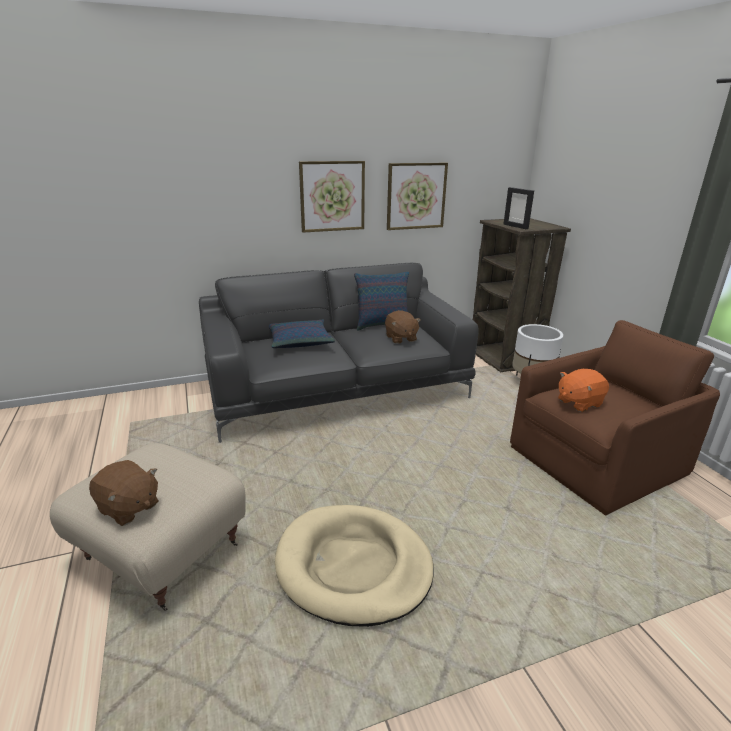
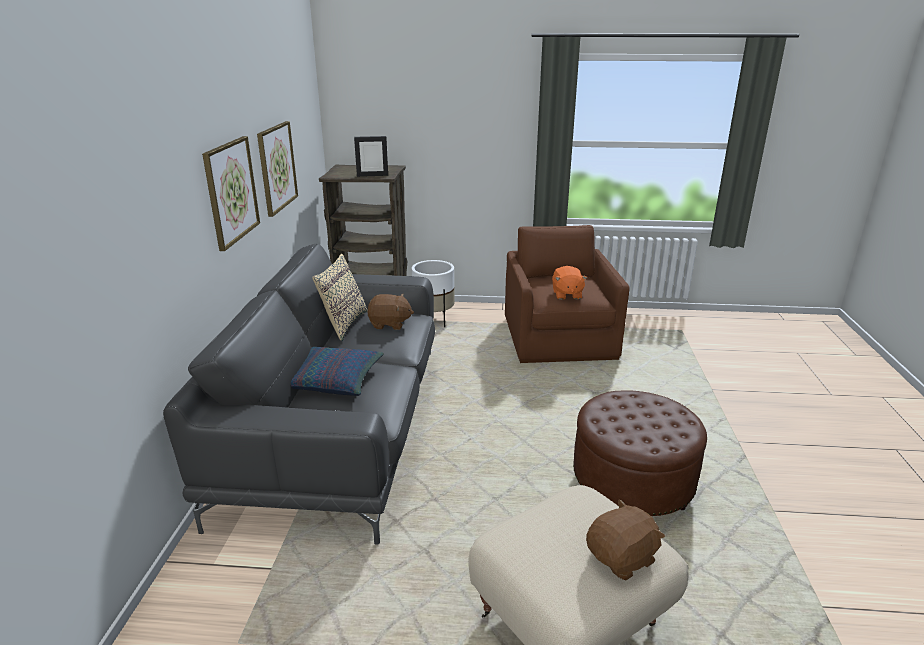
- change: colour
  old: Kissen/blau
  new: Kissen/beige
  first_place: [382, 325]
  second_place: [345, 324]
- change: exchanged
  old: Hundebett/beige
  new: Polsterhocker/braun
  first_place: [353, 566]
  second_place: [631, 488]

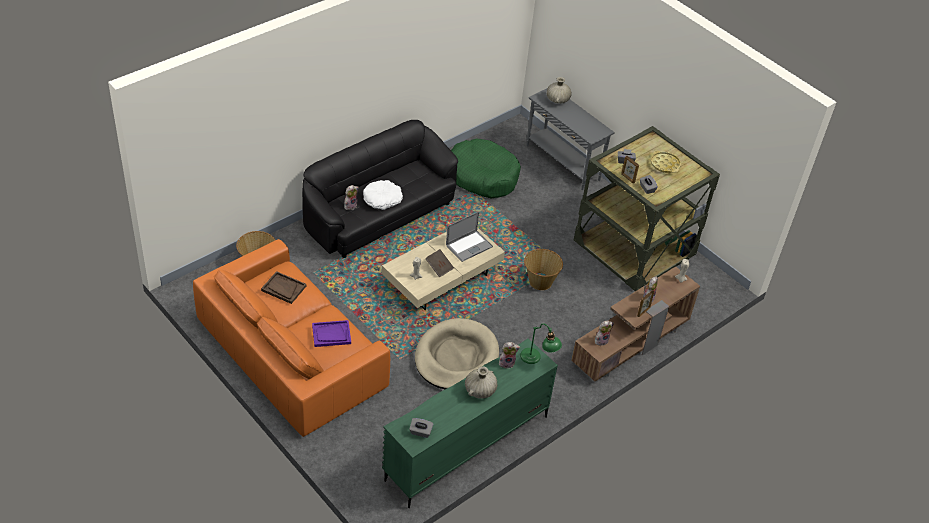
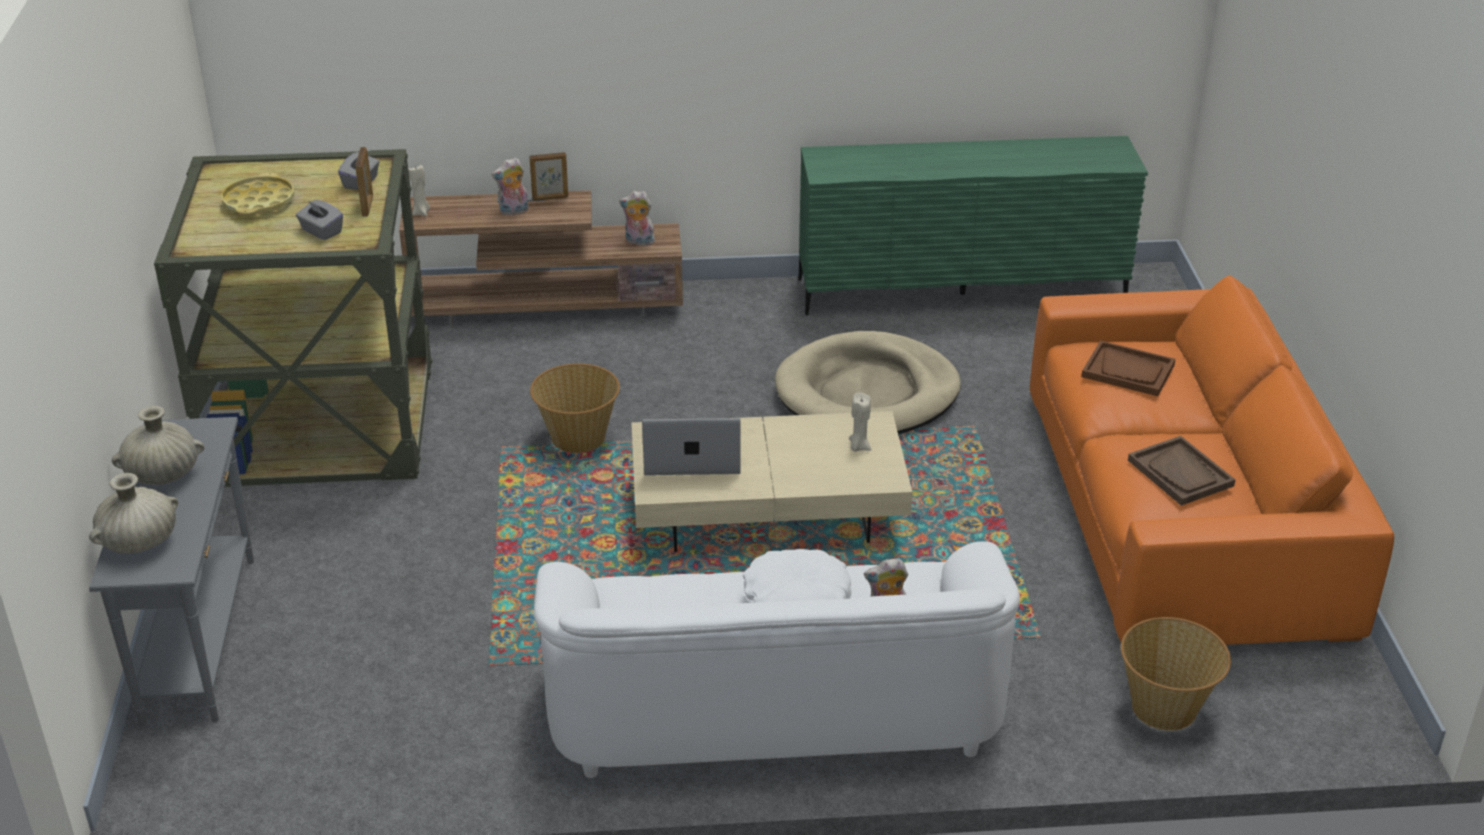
- change: colour
  old: Sofa/schwarz
  new: Sofa/weiß
  first_place: [379, 214]
  second_place: [774, 705]
- change: missing
  old: Hundebett/grün
  first_place: [482, 176]
- change: missing
  old: Buch/braun
  first_place: [439, 267]
- change: colour
  old: Tablett/lila
  new: Tablett/braun
  first_place: [331, 334]
  second_place: [1128, 371]
- change: missing
  old: Tischlampe/grün
  first_place: [538, 359]
- change: missing
  old: Plüschtier
  first_place: [507, 362]
- change: relocated
  old: Vase/beige
  first_place: [480, 390]
  second_place: [163, 474]
- change: missing
  old: Taschentuchbox/grau
  first_place: [420, 432]

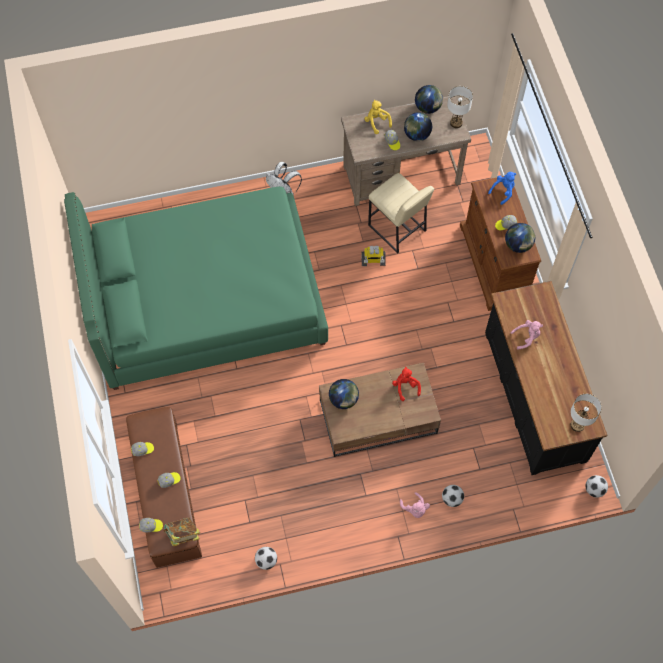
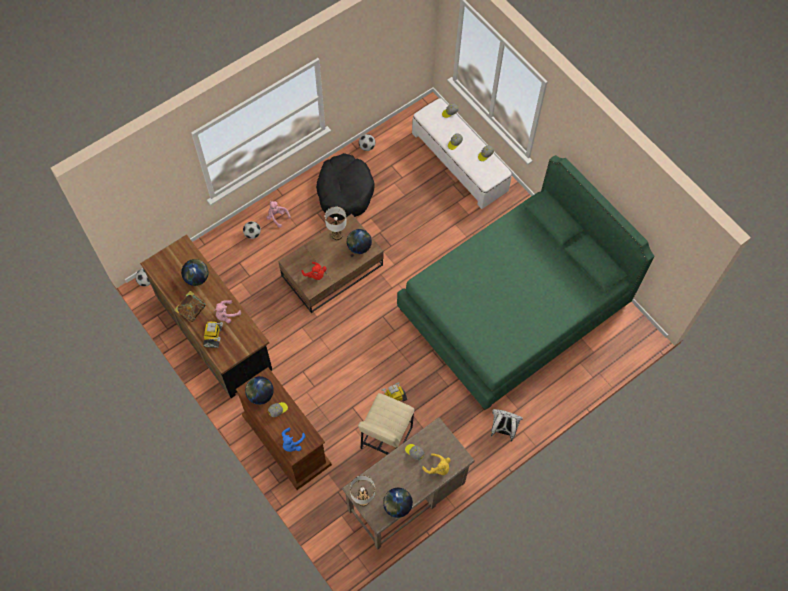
- change: relocated
  old: Globus
  first_place: [416, 135]
  second_place: [197, 278]
- change: spun
  old: Stuhl/beige
  first_place: [397, 228]
  second_place: [386, 438]
  degrees: -90
- change: relocated
  old: Tischlampe
  first_place: [577, 425]
  second_place: [337, 235]
- change: colour
  old: Bank/braun
  new: Bank/weiß
  first_place: [165, 492]
  second_place: [460, 162]
- change: relocated
  old: Buch
  first_place: [182, 535]
  second_place: [192, 310]
- change: appeared
  new: Hundebett/schwarz
  second_place: [345, 192]
- change: appeared
  new: Spielzeugroboter
  second_place: [213, 337]

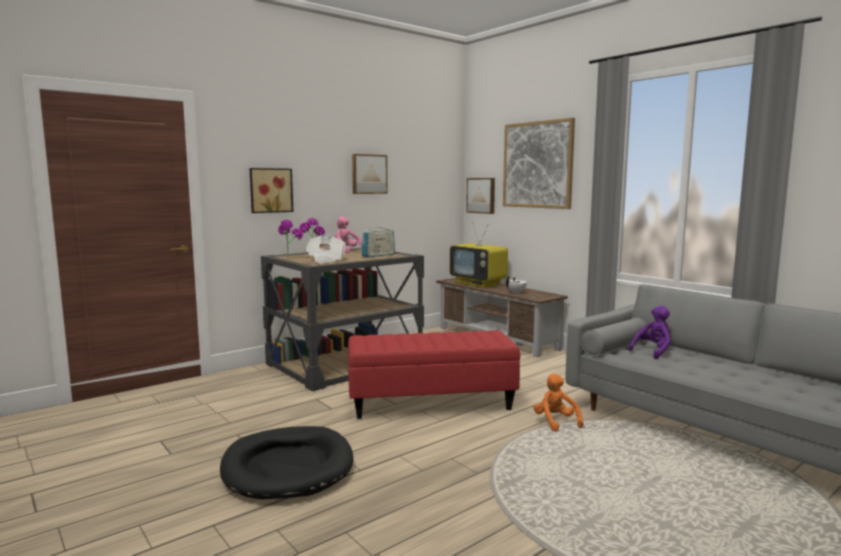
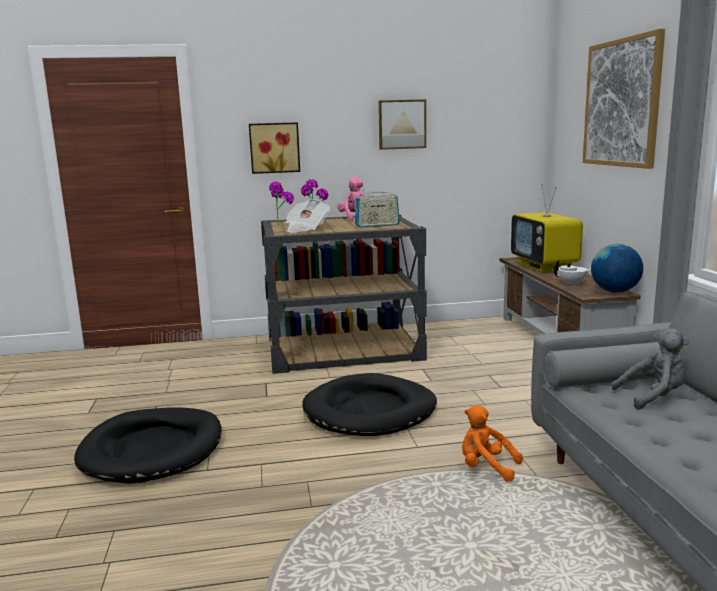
- change: missing
  old: Bild
  first_place: [481, 195]
- change: colour
  old: Plüschtier/lila
  new: Plüschtier/grau
  first_place: [653, 351]
  second_place: [653, 397]
- change: exchanged
  old: Polsterhocker/rot
  new: Hundebett/schwarz
  first_place: [430, 403]
  second_place: [370, 411]
- change: spun
  old: Plüschtier/orange
  first_place: [555, 422]
  second_place: [486, 468]
  degrees: -75
- change: appeared
  new: Globus
  second_place: [614, 291]

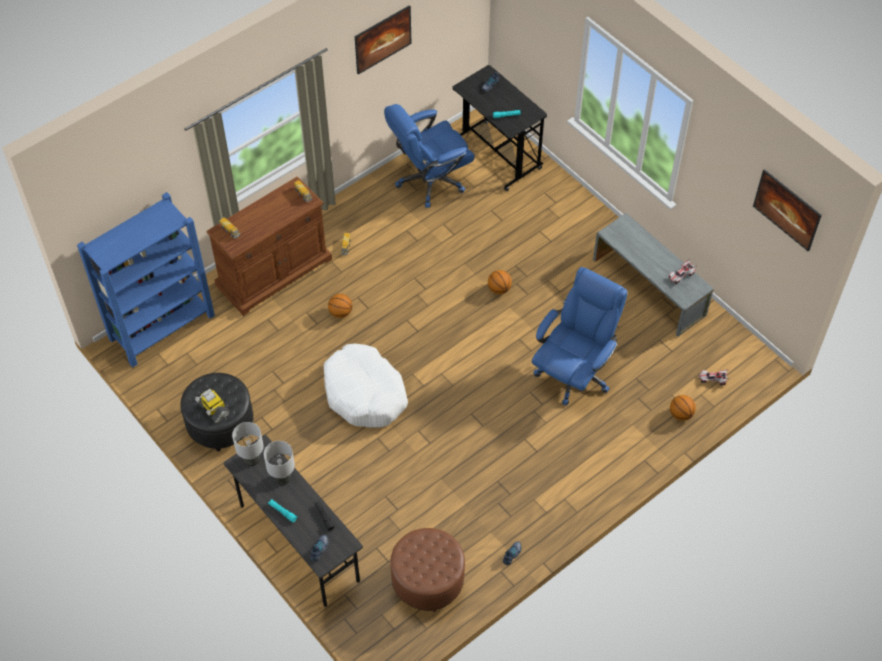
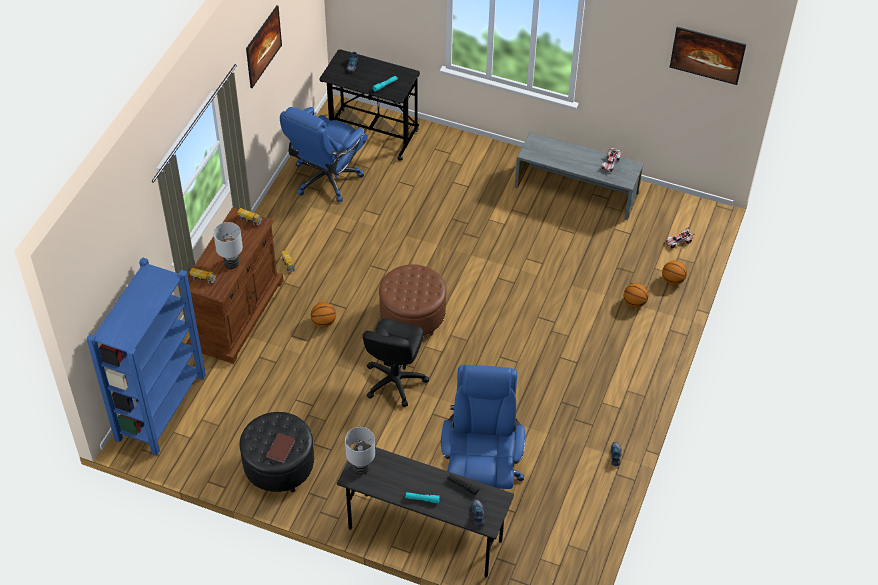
- change: relocated
  old: Bürostuhl/blau
  first_place: [573, 373]
  second_place: [481, 475]
- change: relocated
  old: Basketball
  first_place: [499, 289]
  second_place: [634, 303]
- change: exchanged
  old: Hundebett/weiß
  new: Bürostuhl/schwarz
  first_place: [365, 393]
  second_place: [394, 381]
- change: exchanged
  old: Spielzeugroboter
  new: Buch/braun
  first_place: [214, 410]
  second_place: [281, 448]
- change: relocated
  old: Tischlampe/grau
  first_place: [282, 477]
  second_place: [231, 263]
- change: relocated
  old: Polsterhocker/braun
  first_place: [428, 581]
  second_place: [412, 317]

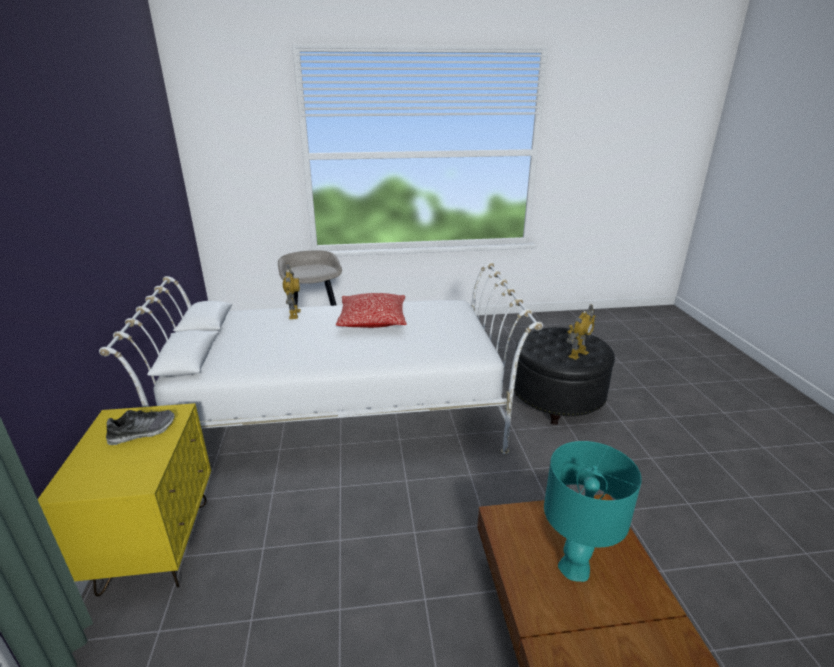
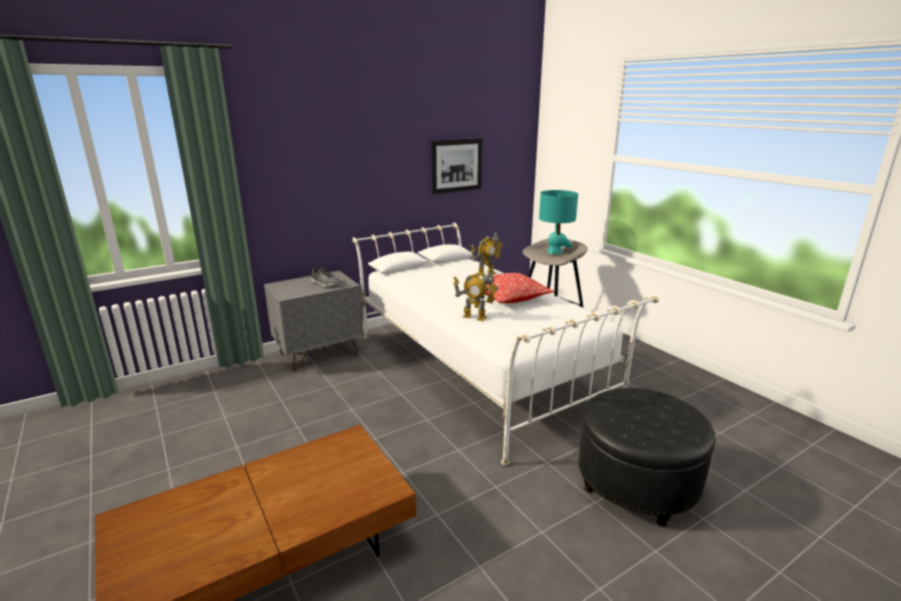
- change: relocated
  old: Spielzeugroboter
  first_place: [577, 354]
  second_place: [474, 317]
- change: colour
  old: Nachttisch/gelb
  new: Nachttisch/grau
  first_place: [157, 545]
  second_place: [319, 354]
- change: relocated
  old: Tischlampe/türkis
  first_place: [575, 567]
  second_place: [554, 252]
- change: appeared
  new: Bild
  second_place: [456, 165]

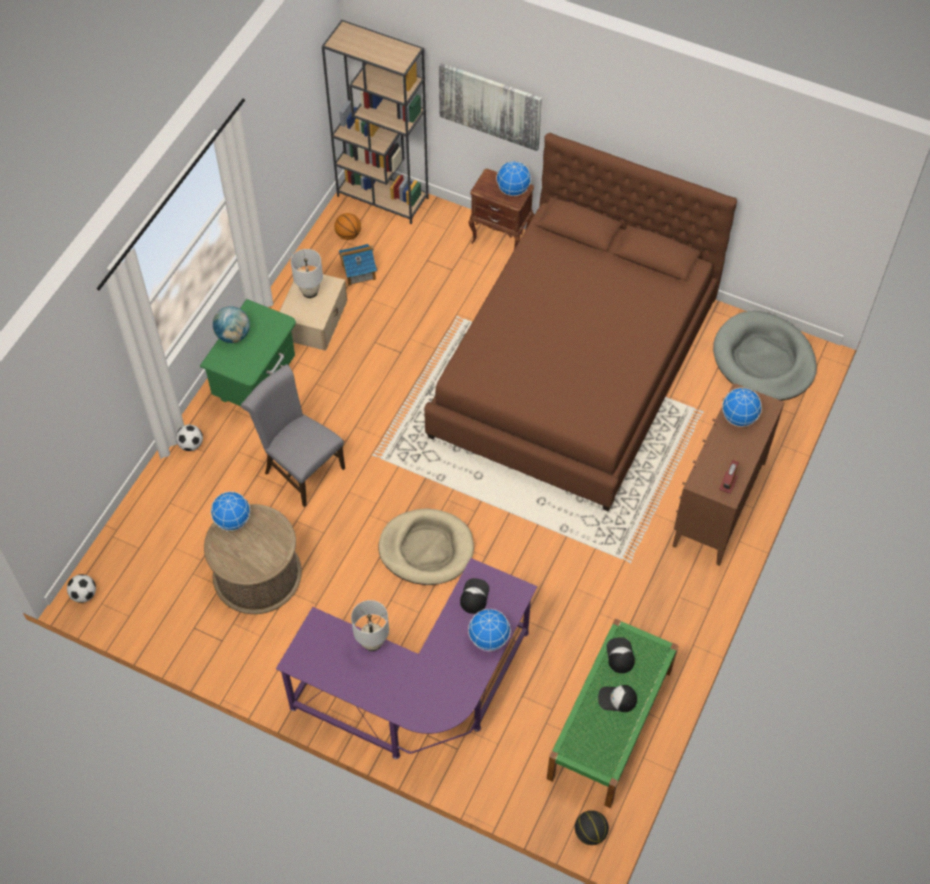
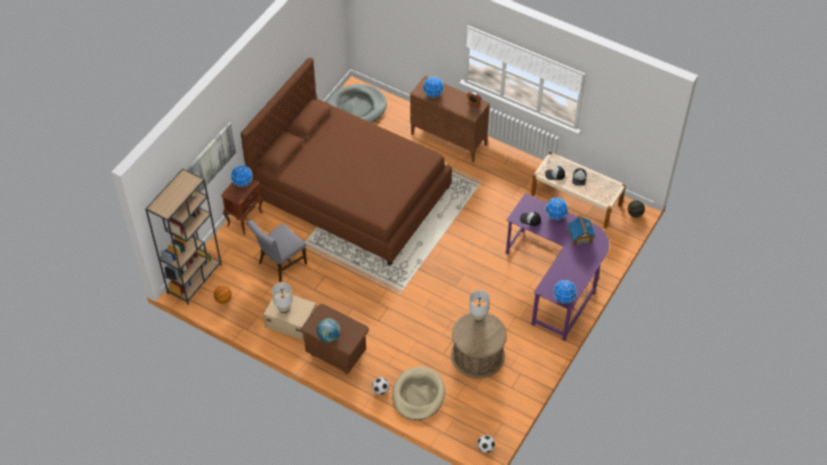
- change: relocated
  old: Spielzeughaus
  first_place: [358, 271]
  second_place: [580, 237]
- change: colour
  old: Nachttisch/grün
  new: Nachttisch/braun
  first_place: [258, 382]
  second_place: [337, 353]
- change: relocated
  old: Stuhl/grau
  first_place: [300, 468]
  second_place: [280, 265]
- change: relocated
  old: Globus
  first_place: [233, 520]
  second_place: [563, 298]
- change: relocated
  old: Hundebett/beige
  first_place: [426, 549]
  second_place: [418, 395]
- change: relocated
  old: Tischlampe/weiß
  first_place: [372, 643]
  second_place: [478, 317]
- change: colour
  old: Bank/grün
  new: Bank/beige
  first_place: [611, 724]
  second_place: [576, 199]

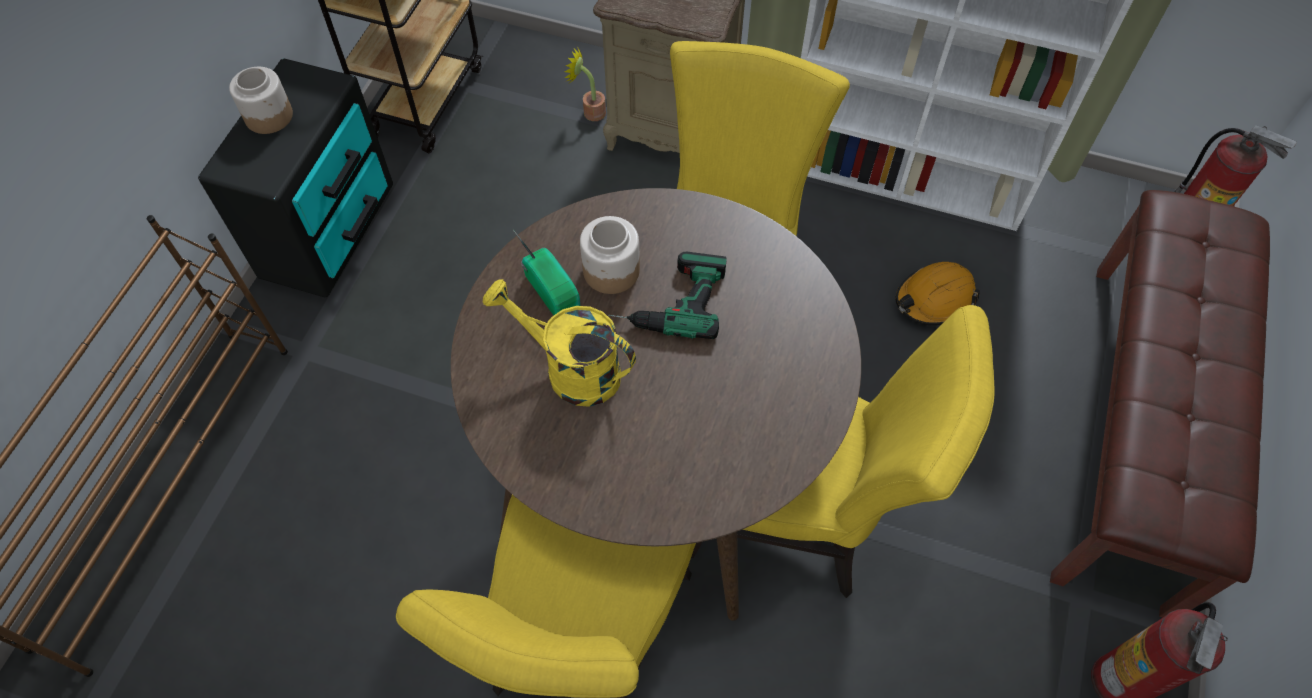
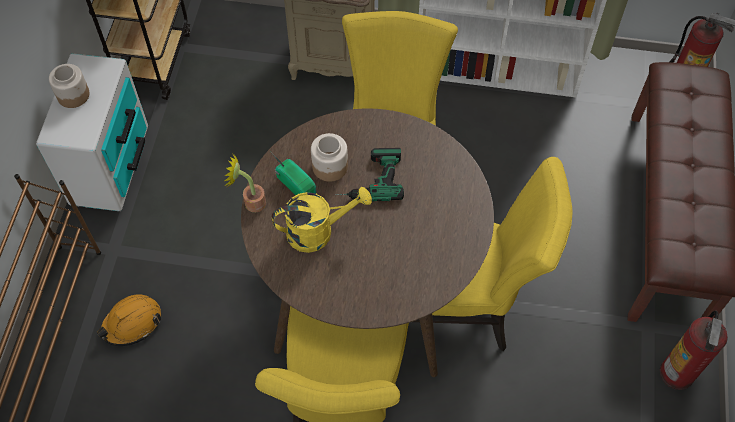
- change: relocated
  old: Topfpflanze
  first_place: [590, 111]
  second_place: [250, 202]
- change: colour
  old: Nachttisch/schwarz
  new: Nachttisch/weiß
  first_place: [333, 237]
  second_place: [113, 168]
- change: relocated
  old: Schutzhelm/orange
  first_place: [934, 299]
  second_place: [132, 323]
- change: spun
  old: Gießkanne/gelb
  first_place: [571, 369]
  second_place: [318, 231]
  degrees: 150

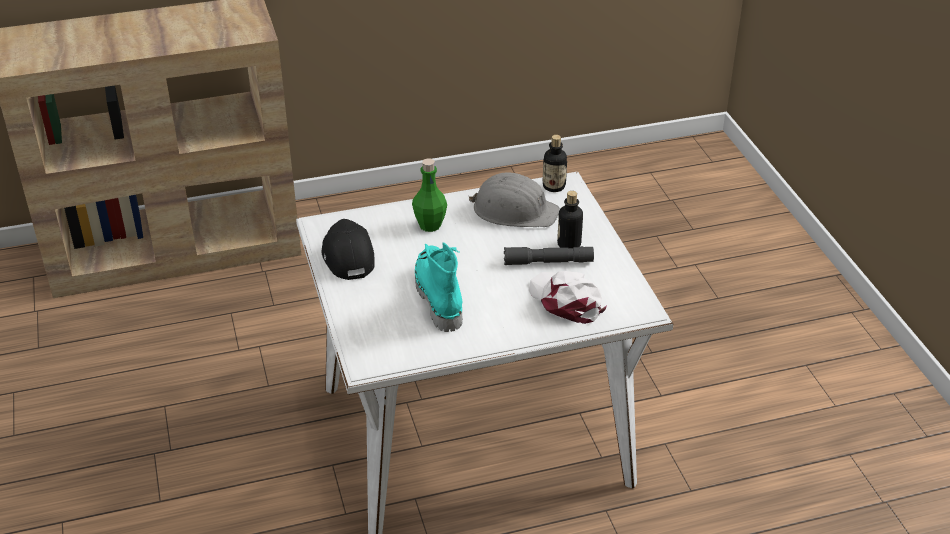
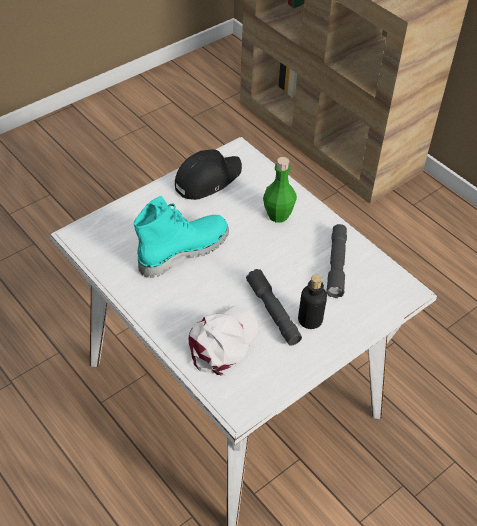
- change: missing
  old: Flasche
  first_place: [554, 186]
- change: exchanged
  old: Schutzhelm/grau
  new: Taschenlampe/grau
  first_place: [514, 211]
  second_place: [336, 265]

